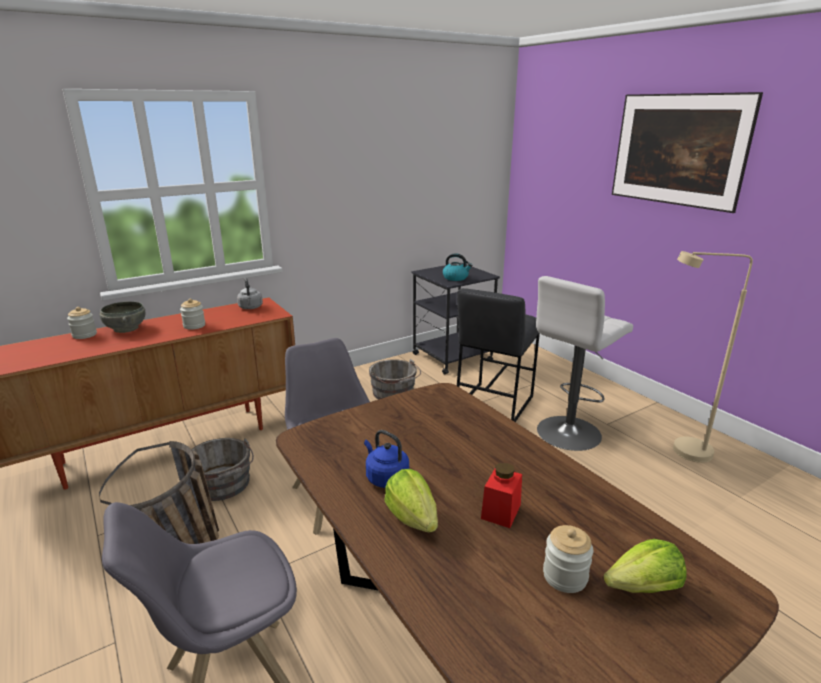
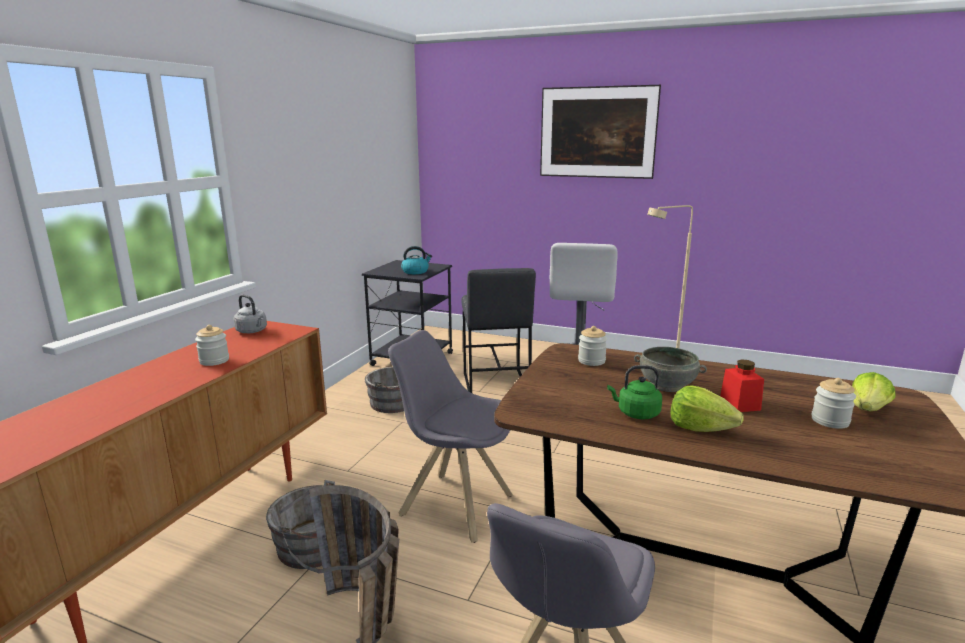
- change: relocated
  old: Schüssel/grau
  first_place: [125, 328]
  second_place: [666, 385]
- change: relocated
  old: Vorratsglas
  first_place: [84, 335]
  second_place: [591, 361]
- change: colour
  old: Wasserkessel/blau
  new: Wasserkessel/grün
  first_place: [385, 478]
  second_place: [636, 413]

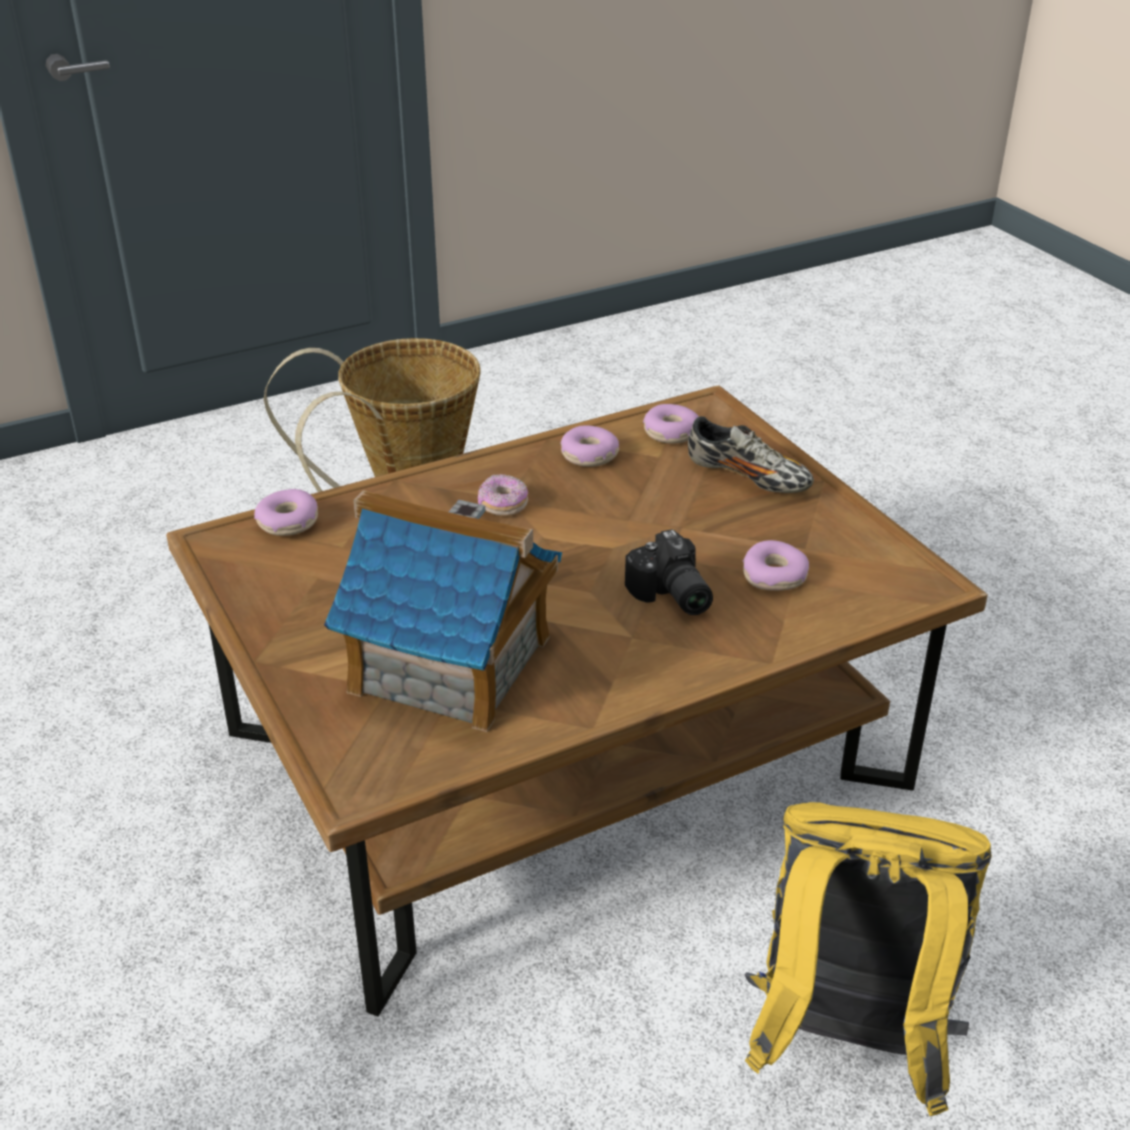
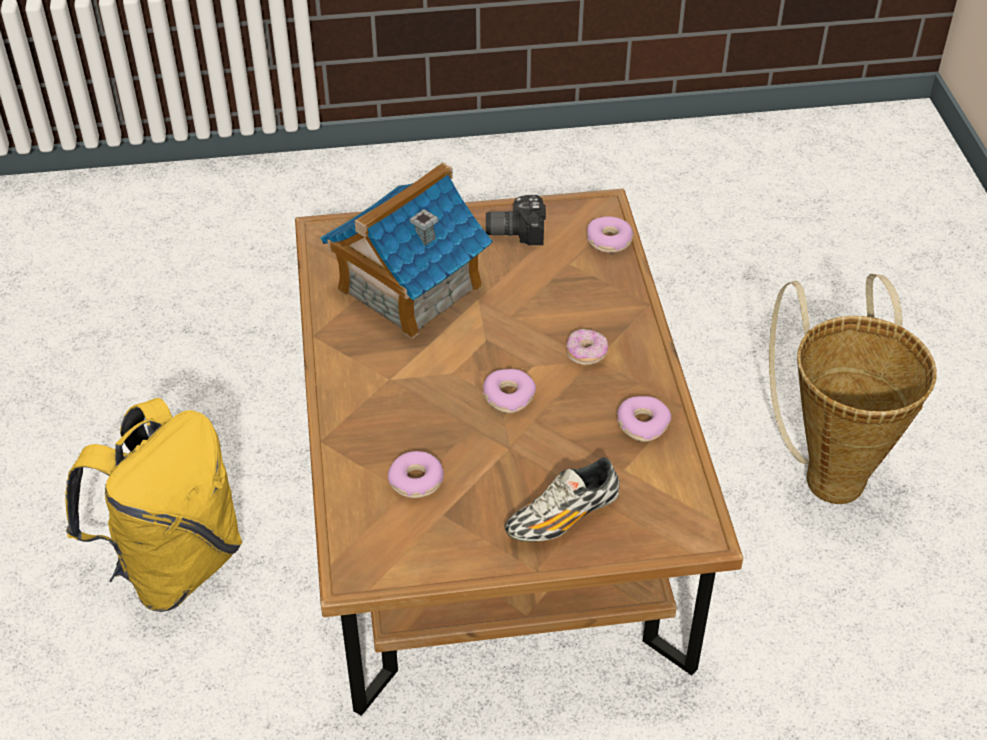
- change: relocated
  old: Donut
  first_place: [671, 433]
  second_place: [508, 396]
- change: relocated
  old: Kamera
  first_place: [670, 597]
  second_place: [515, 230]

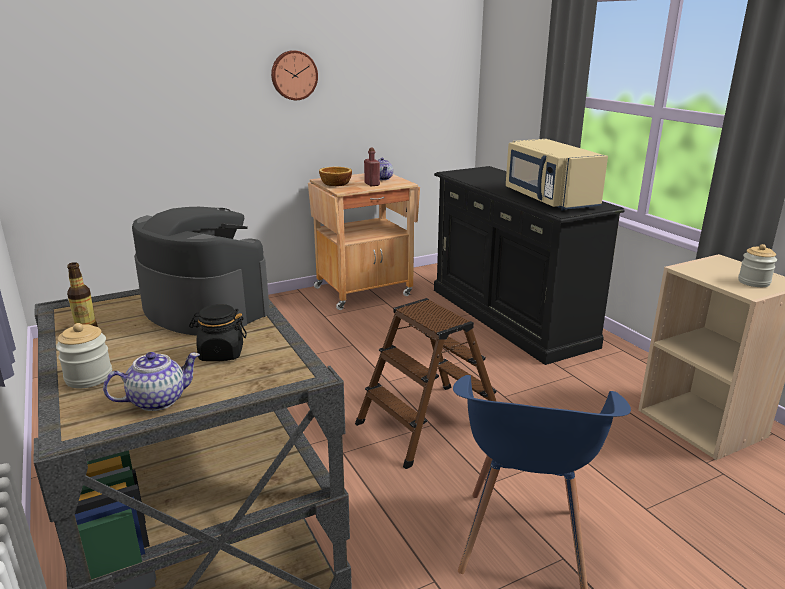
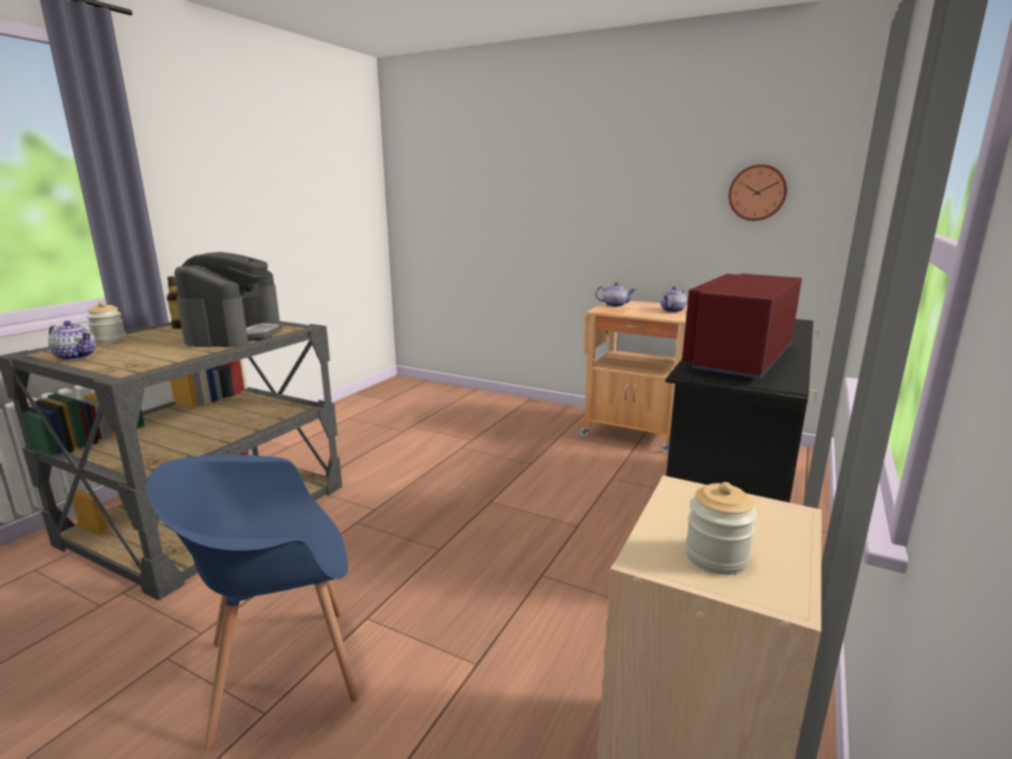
- change: relocated
  old: Wanduhr
  first_place: [294, 75]
  second_place: [757, 192]
- change: colour
  old: Mikrowelle/beige
  new: Mikrowelle/rot
  first_place: [548, 199]
  second_place: [737, 359]
- change: missing
  old: Flasche/rot
  first_place: [372, 184]
- change: exchanged
  old: Schüssel
  new: Teekanne
  first_place: [335, 184]
  second_place: [615, 305]
- change: missing
  old: Trittleiter/braun
  first_place: [429, 423]
- change: missing
  old: Vorratsglas/schwarz
  first_place: [221, 354]

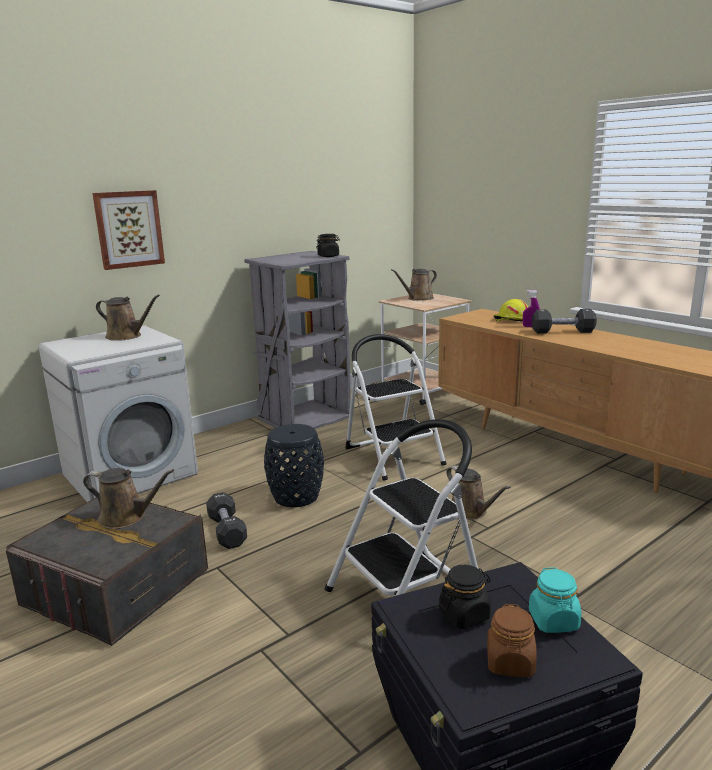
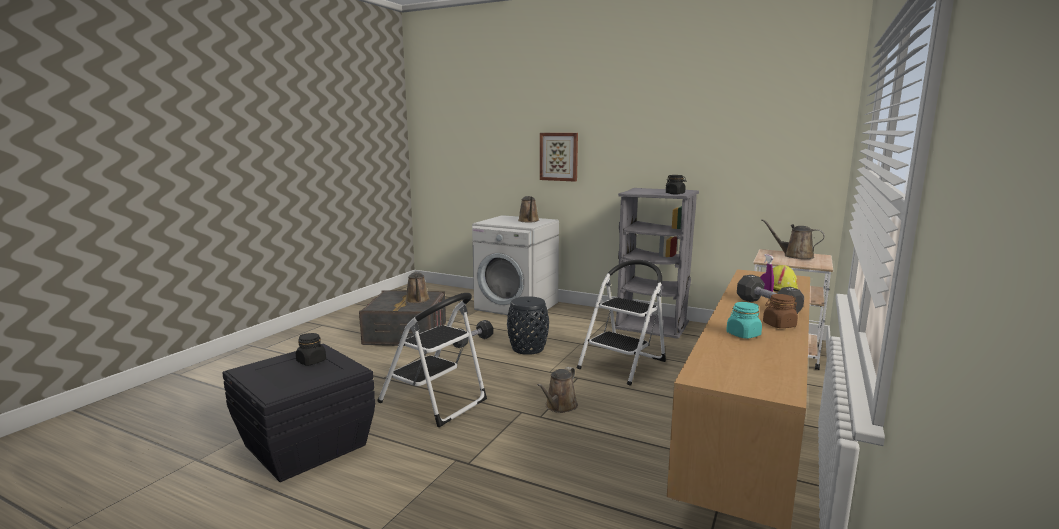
- change: relocated
  old: Vorratsglas/türkis
  first_place: [553, 621]
  second_place: [743, 334]
- change: relocated
  old: Vorratsglas/braun
  first_place: [510, 662]
  second_place: [779, 325]

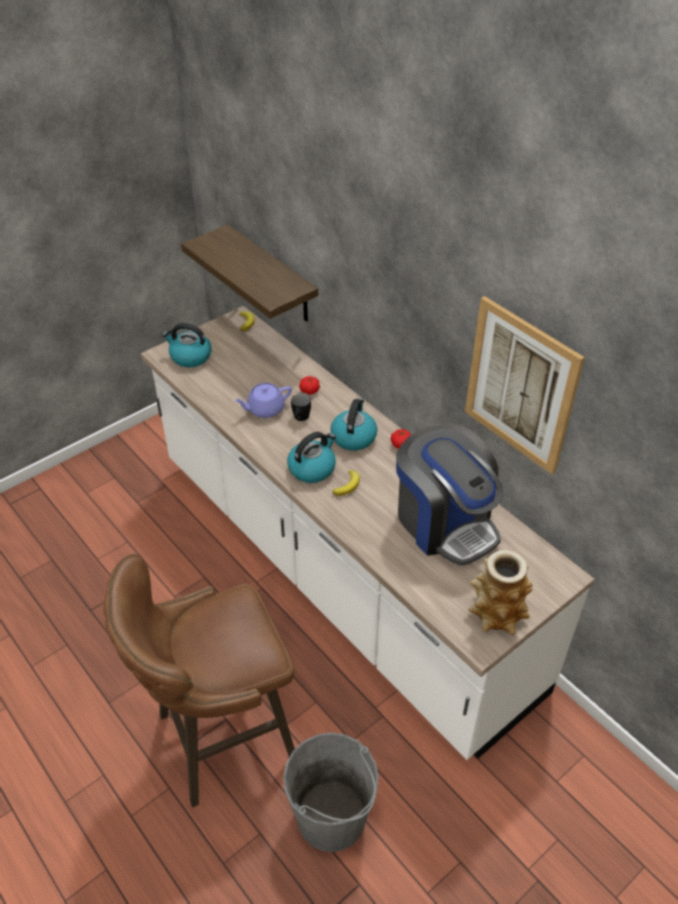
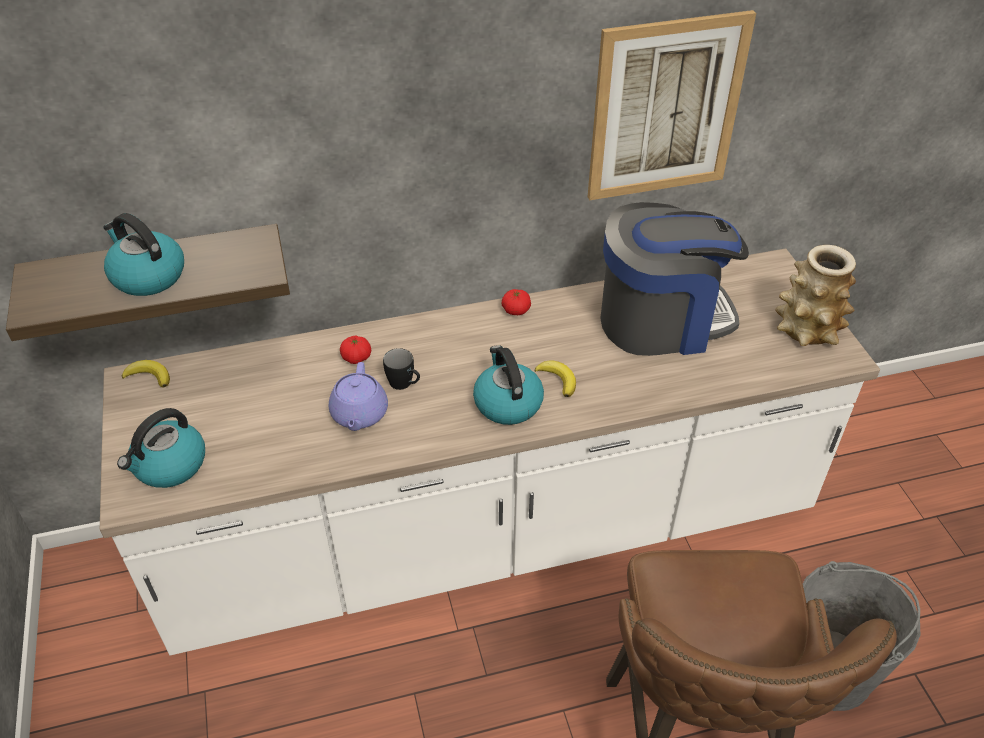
- change: relocated
  old: Wasserkessel
  first_place: [353, 437]
  second_place: [147, 276]

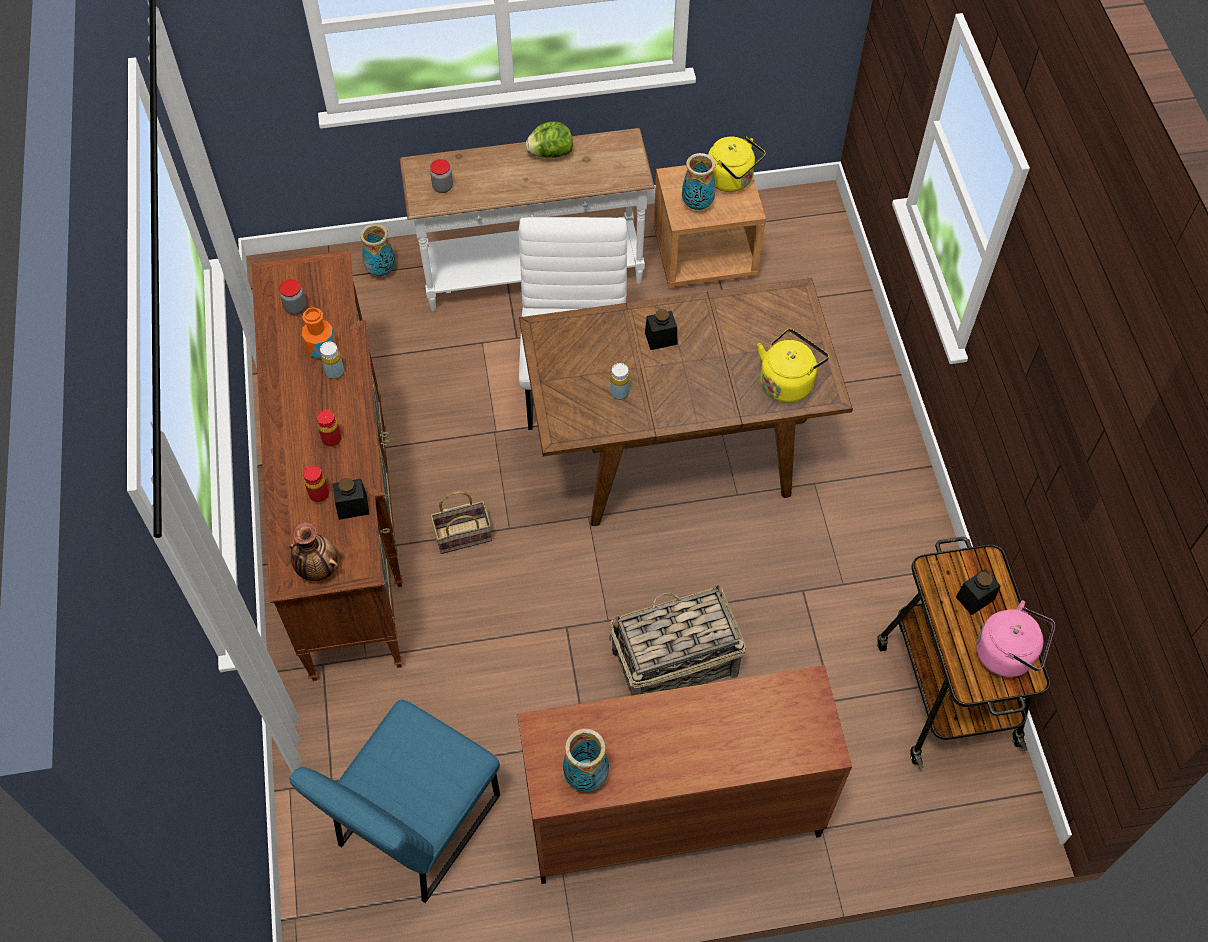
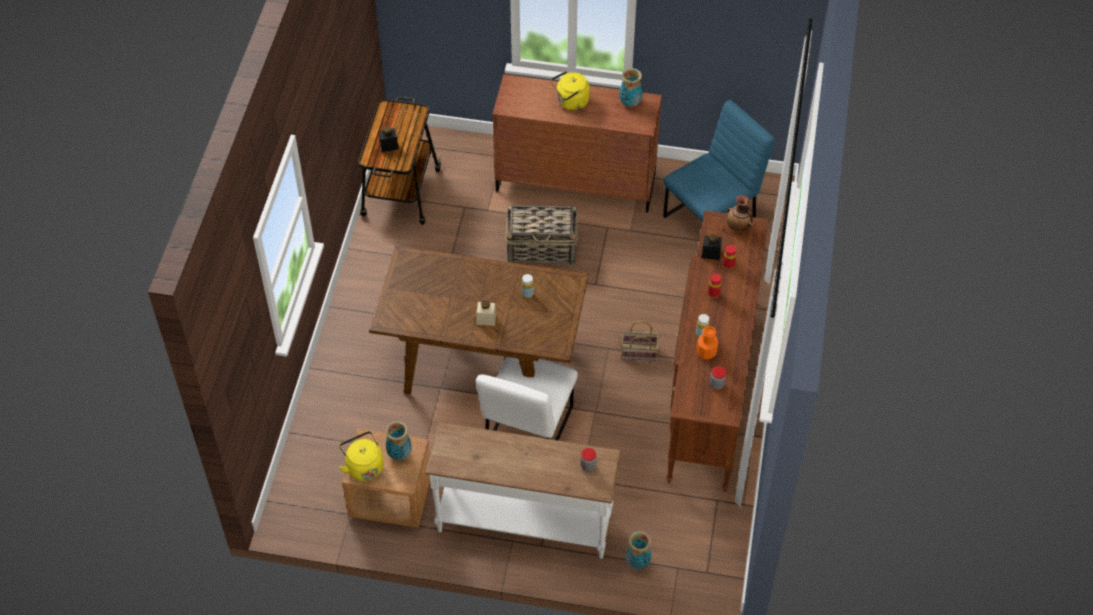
- change: missing
  old: Salatkopf
  first_place: [550, 153]
- change: colour
  old: Vorratsglas/schwarz
  new: Vorratsglas/beige
  first_place: [661, 338]
  second_place: [486, 319]
- change: relocated
  old: Wasserkessel/gelb
  first_place: [787, 381]
  second_place: [571, 102]
- change: missing
  old: Wasserkessel/rosa
  first_place: [1008, 654]

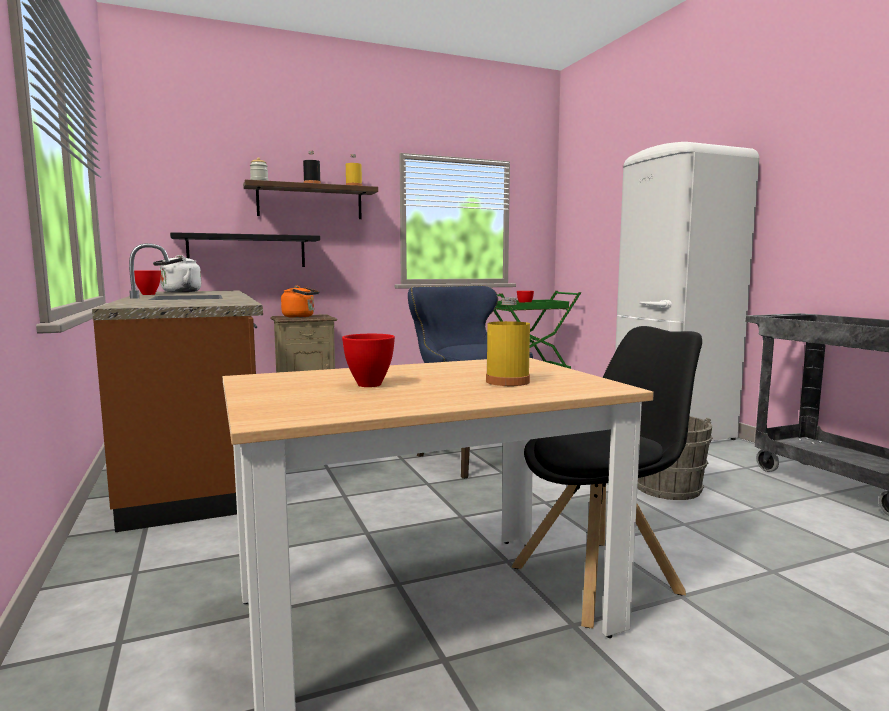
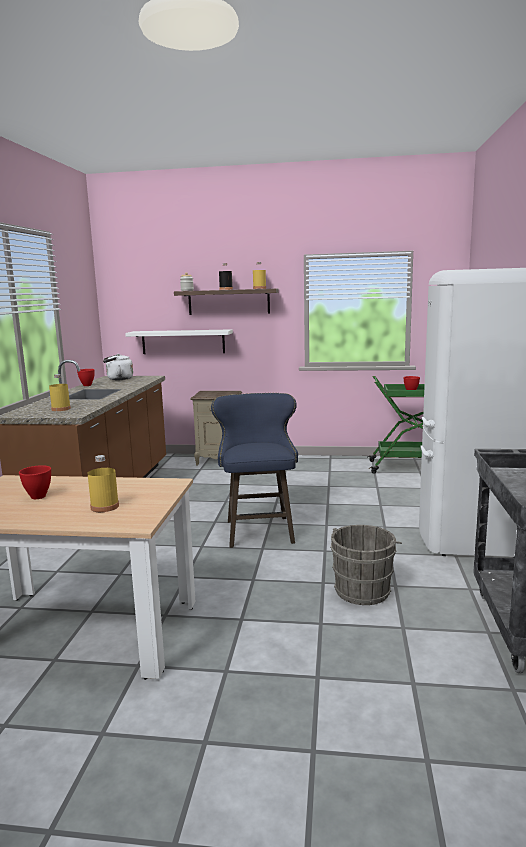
- change: colour
  old: Wandregal/schwarz
  new: Wandregal/weiß
  first_place: [247, 251]
  second_place: [183, 342]
- change: missing
  old: Wasserkessel/orange
  first_place: [300, 317]
- change: missing
  old: Stuhl/schwarz
  first_place: [601, 577]
- change: appeared
  new: Flasche/gelb
  second_place: [61, 409]

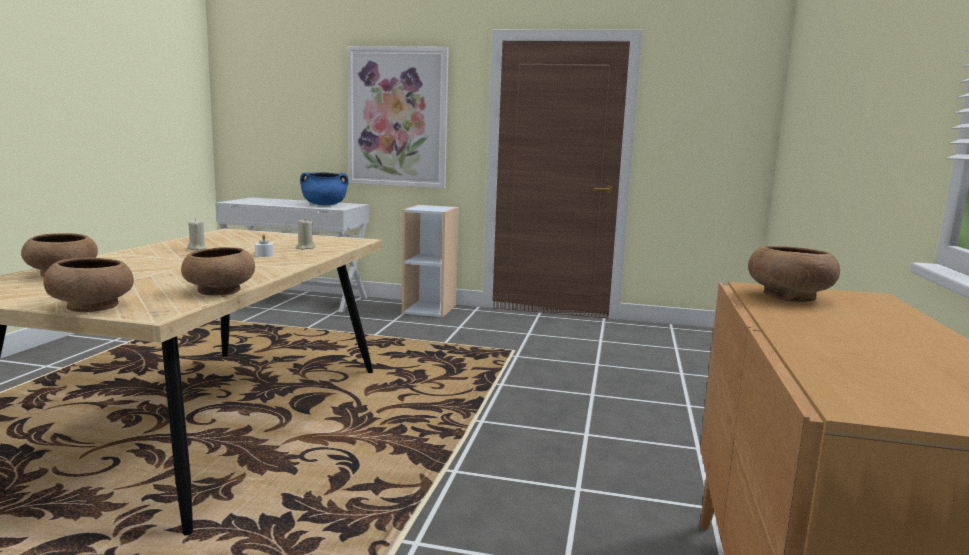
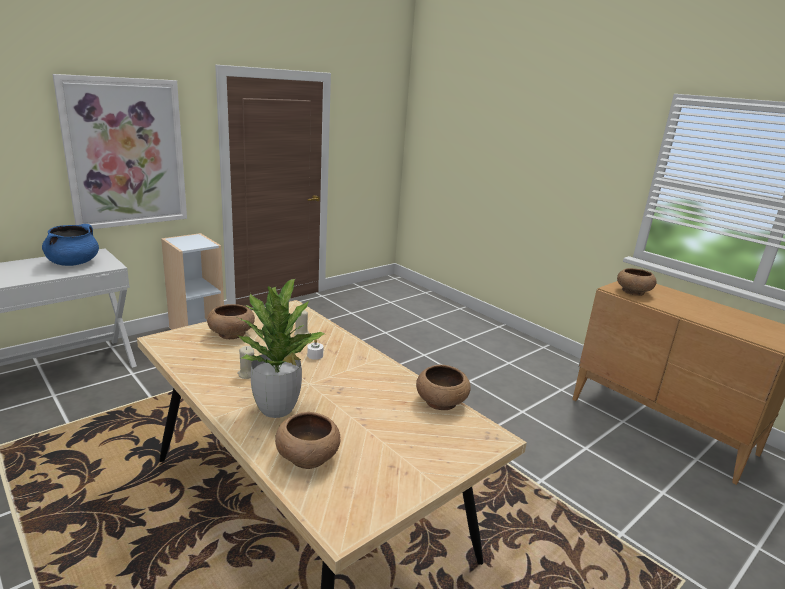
- change: relocated
  old: Schüssel/braun
  first_place: [93, 306]
  second_place: [231, 333]
- change: appeared
  new: Topfpflanze
  second_place: [276, 408]

